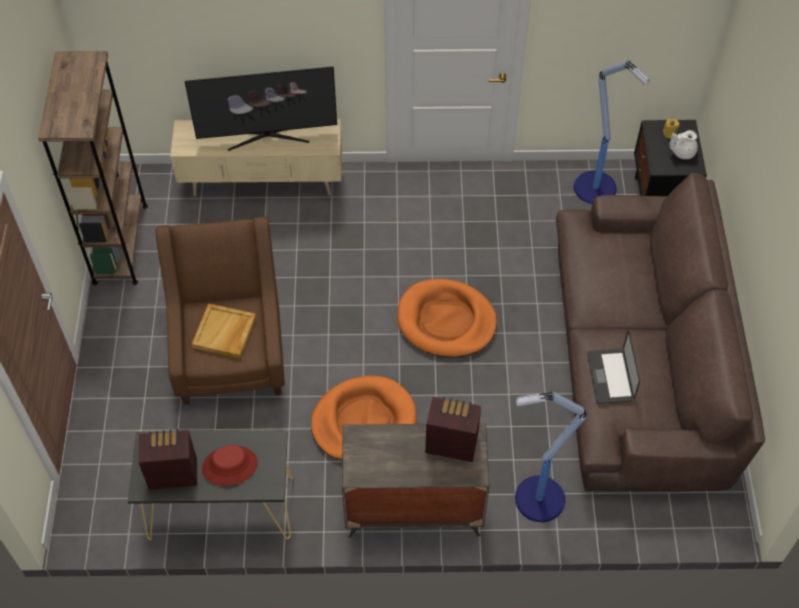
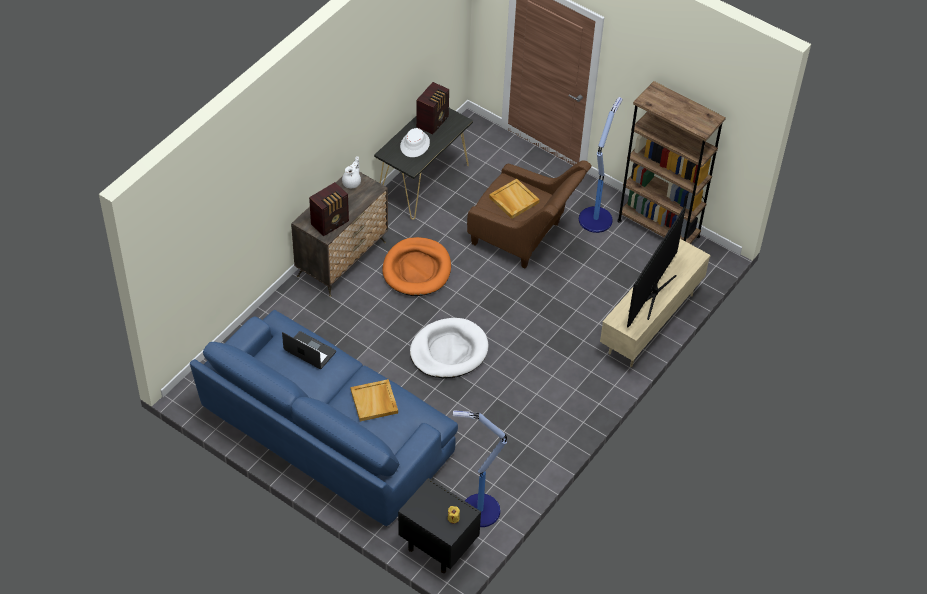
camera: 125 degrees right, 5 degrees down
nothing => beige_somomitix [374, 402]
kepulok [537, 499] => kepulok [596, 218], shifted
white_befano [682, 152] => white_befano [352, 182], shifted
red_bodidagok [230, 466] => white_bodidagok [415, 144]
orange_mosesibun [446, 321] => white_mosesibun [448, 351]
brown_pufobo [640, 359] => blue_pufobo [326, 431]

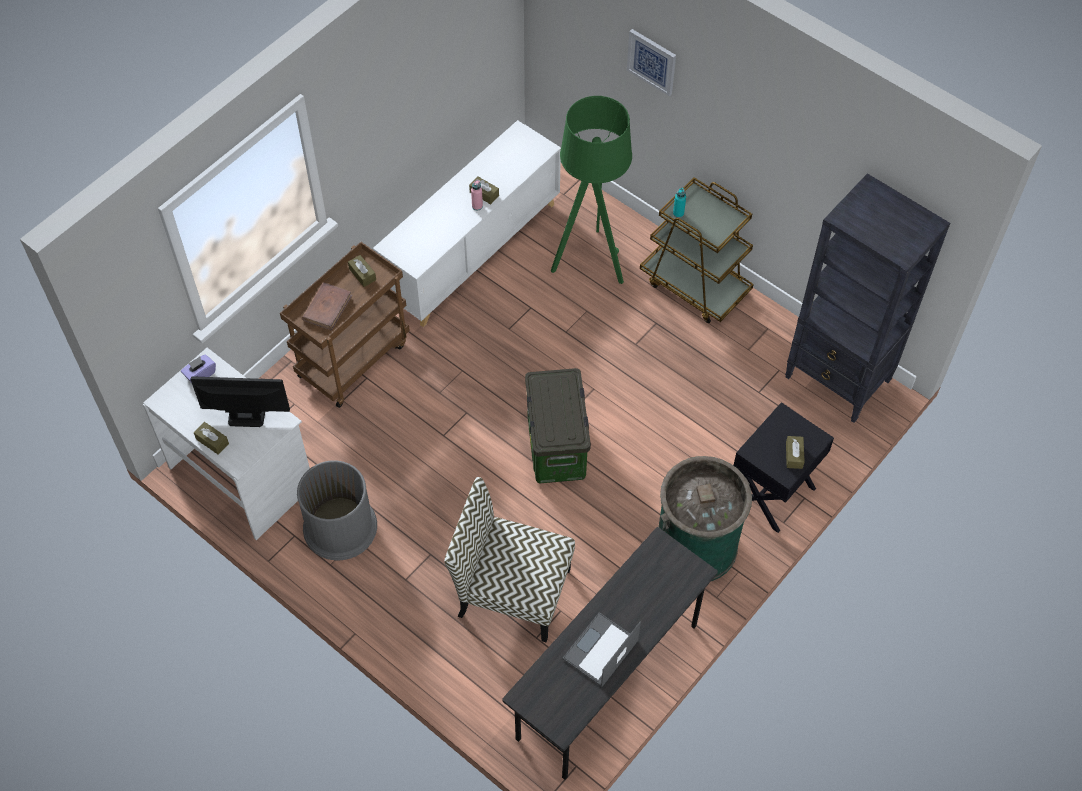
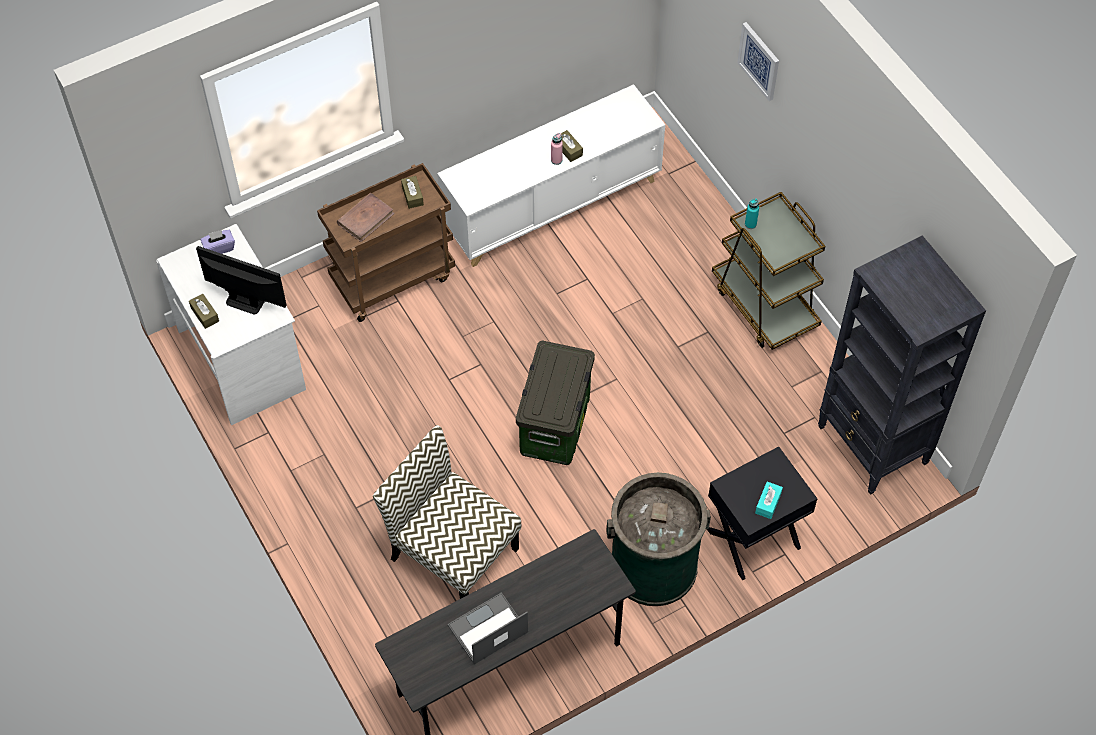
camera: 20 degrees right, 0 degrees up
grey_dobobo [340, 526] => nothing
green_kepulok [590, 261] => nothing
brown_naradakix [794, 455] => turquoise_naradakix [768, 503]

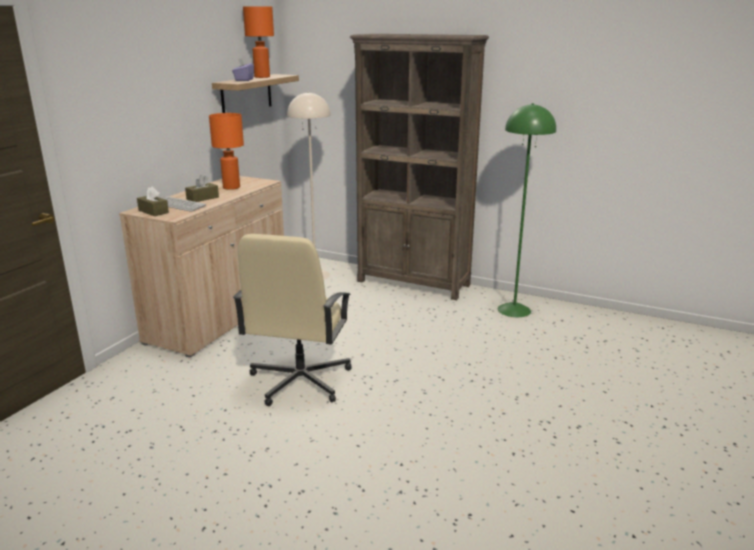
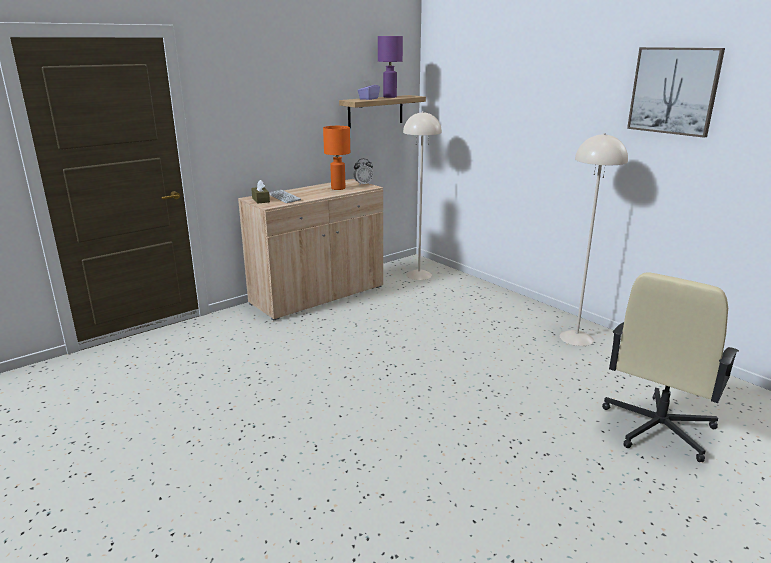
camera: 25 degrees right, 0 degrees up
brown_naradakix [202, 198] => nothing
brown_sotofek [414, 283] => nothing
nothing => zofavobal [363, 184]
nothing => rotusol [674, 91]
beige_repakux [299, 381] => beige_repakux [657, 428], shifted
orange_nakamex [262, 77] => purple_nakamex [390, 97]
green_kepulok [514, 310] => beige_kepulok [576, 338]

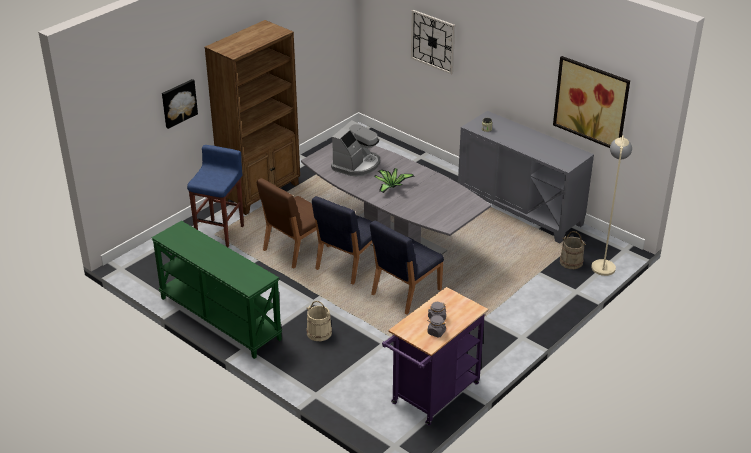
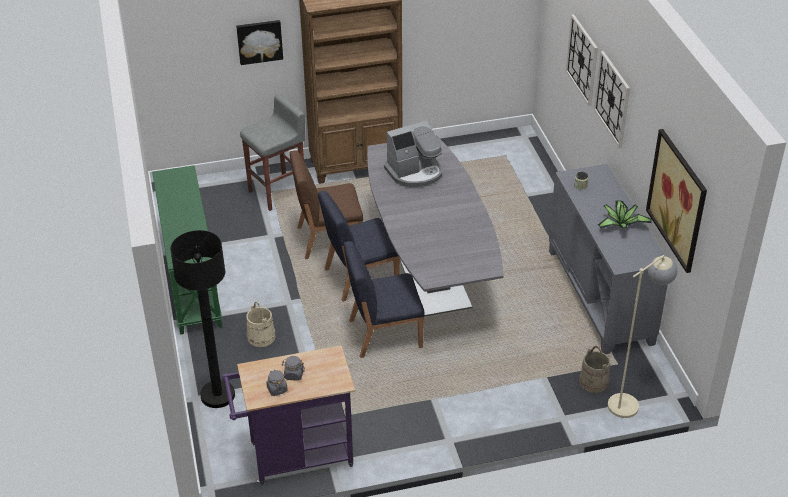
camera: 35 degrees right, 5 degrees up
nothing => black_kepulok [218, 395]
nothing => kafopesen [612, 99]
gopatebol [391, 186] => gopatebol [621, 224], shifted
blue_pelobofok [221, 233] => grey_pelobofok [278, 193]

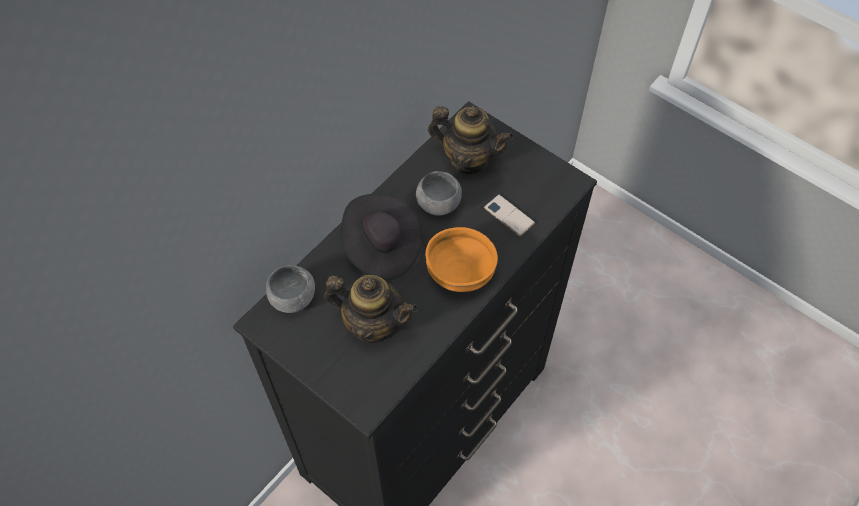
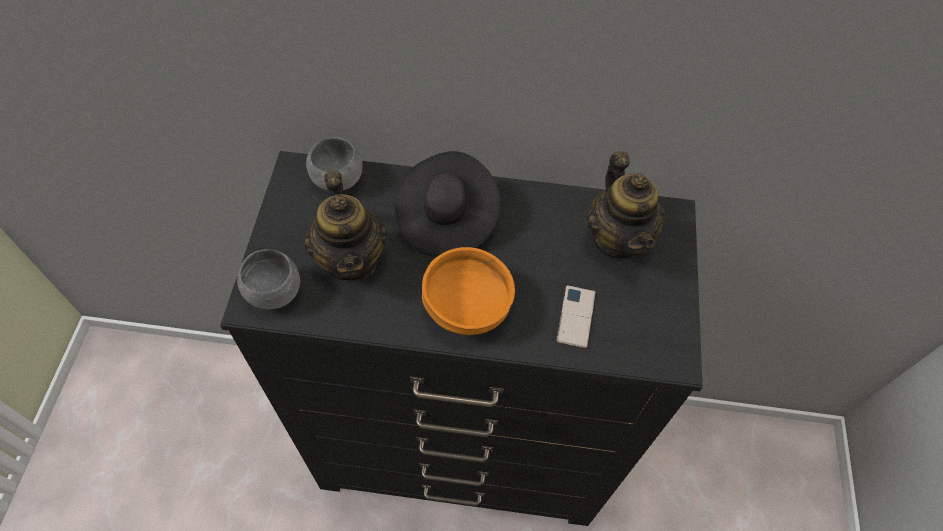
camera: 55 degrees right, 0 degrees up
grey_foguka [439, 204] => grey_foguka [274, 292], shifted

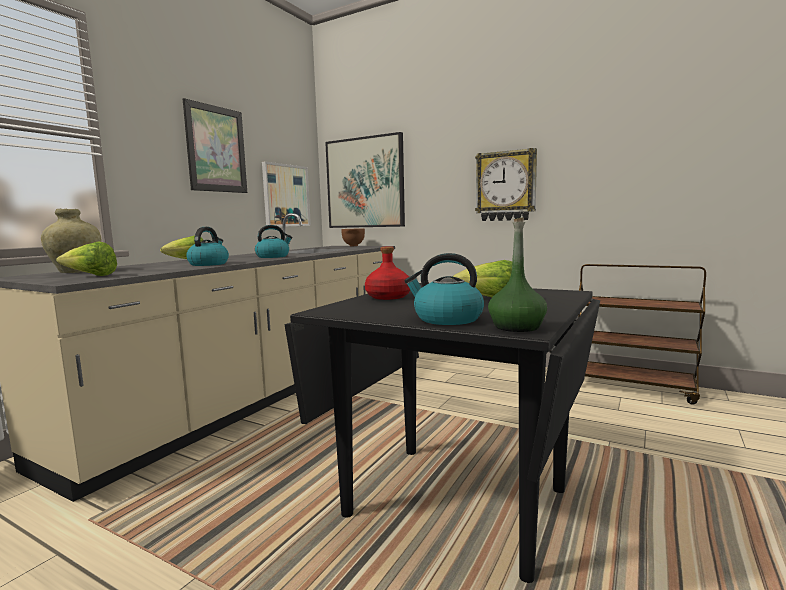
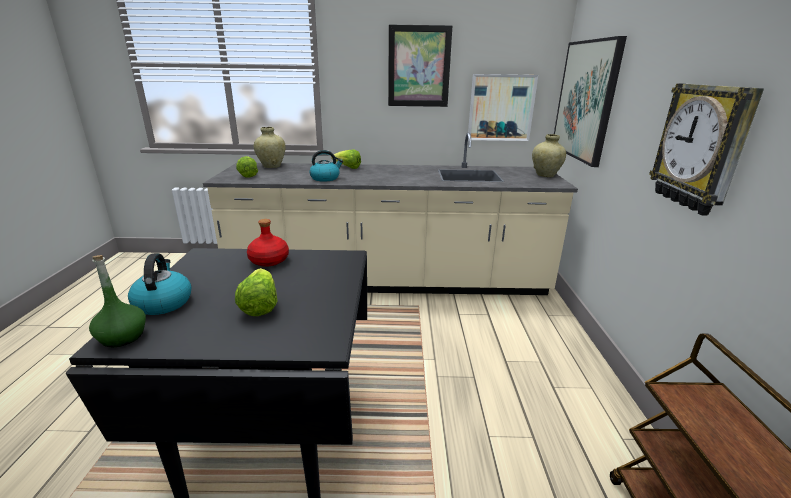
camera: 60 degrees right, 15 degrees up
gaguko [273, 256] => nothing
brown_foguka [353, 246] => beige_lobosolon [545, 175]

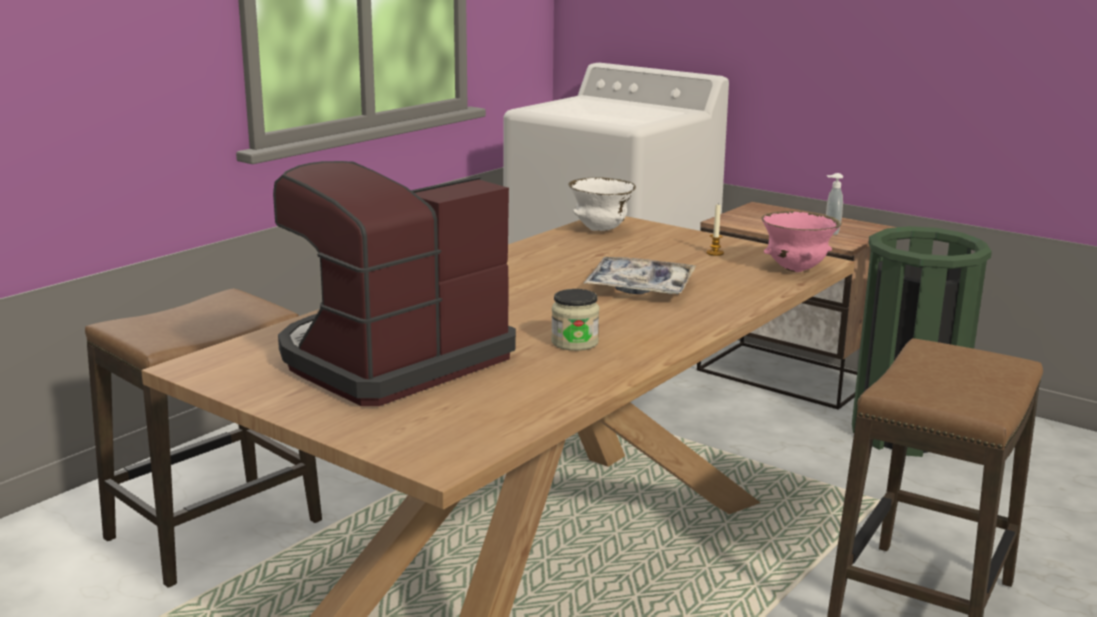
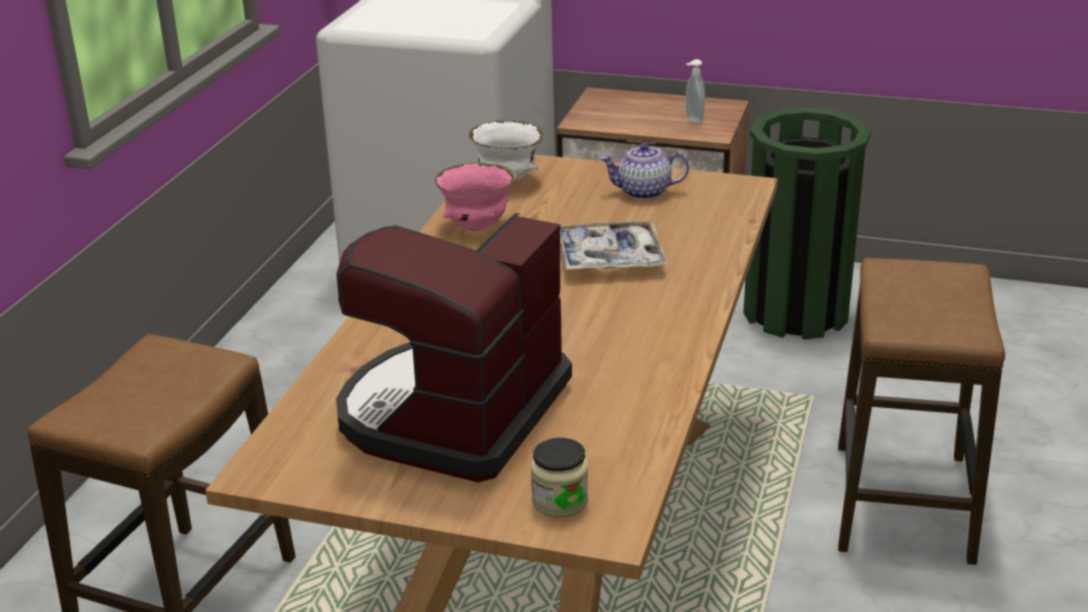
camera: 20 degrees left, 10 degrees up
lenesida [574, 342] => lenesida [560, 501], shifted
pink_foguka [796, 270] => pink_foguka [477, 227], shifted
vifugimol [715, 253] => befano [643, 192]

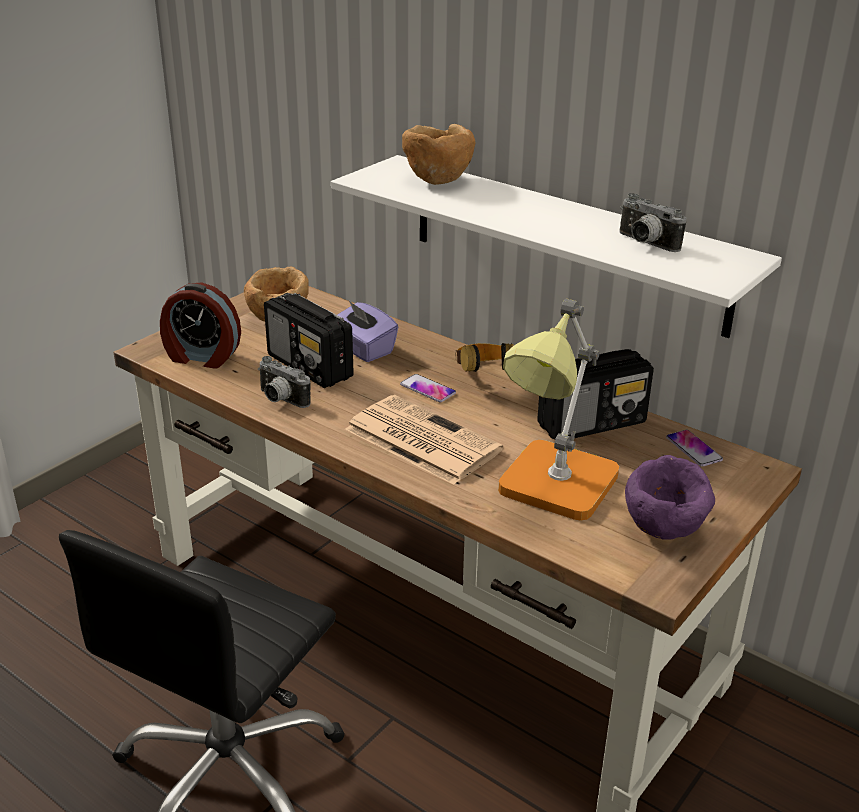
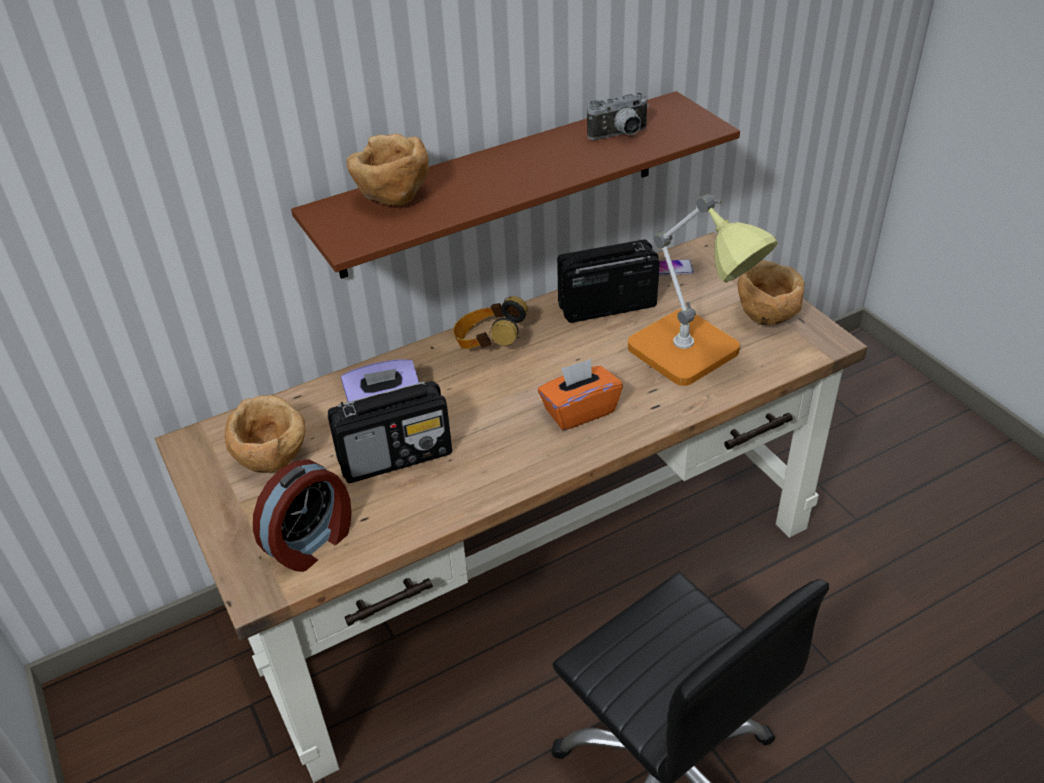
camera: 65 degrees left, 10 degrees up
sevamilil [280, 400] => nothing
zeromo [427, 389] => nothing
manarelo [420, 439] => orange_naradakix [579, 411]
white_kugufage [565, 243] => brown_kugufage [500, 185]
purple_foguka [664, 531] => brown_foguka [766, 317]
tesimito [592, 423] => tesimito [606, 306], 105 degrees counterclockwise

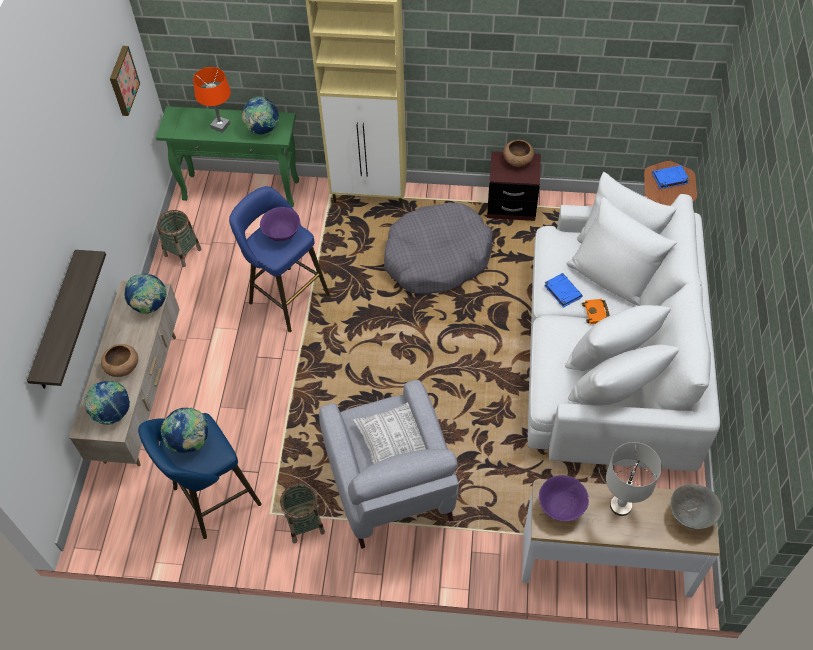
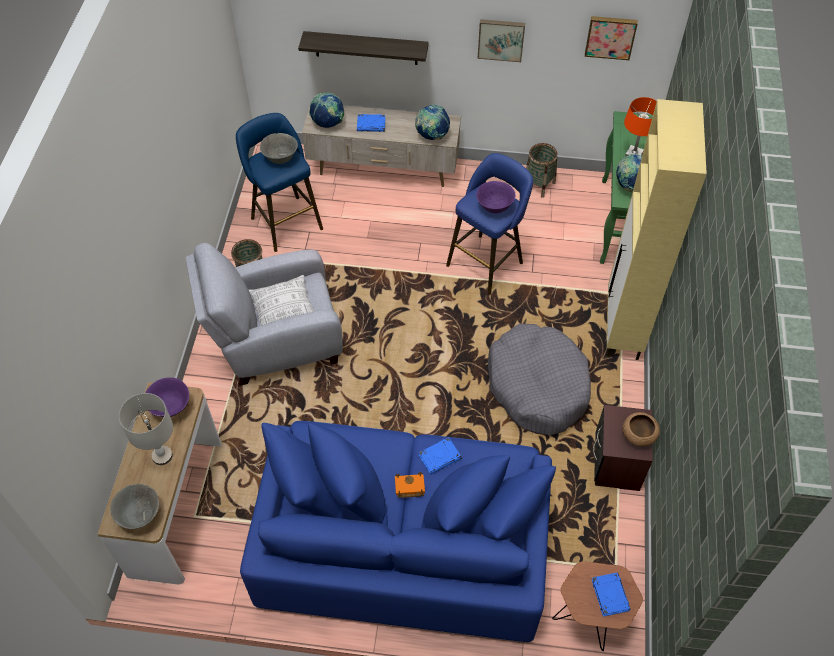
camera: 90 degrees right, 0 degrees up
nothing => rotusol [501, 39]
brown_foguka [122, 367] => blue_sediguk [371, 125]
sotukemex [190, 442] => grey_foguka [280, 158]
white_pufobo [610, 358] => blue_pufobo [402, 542]

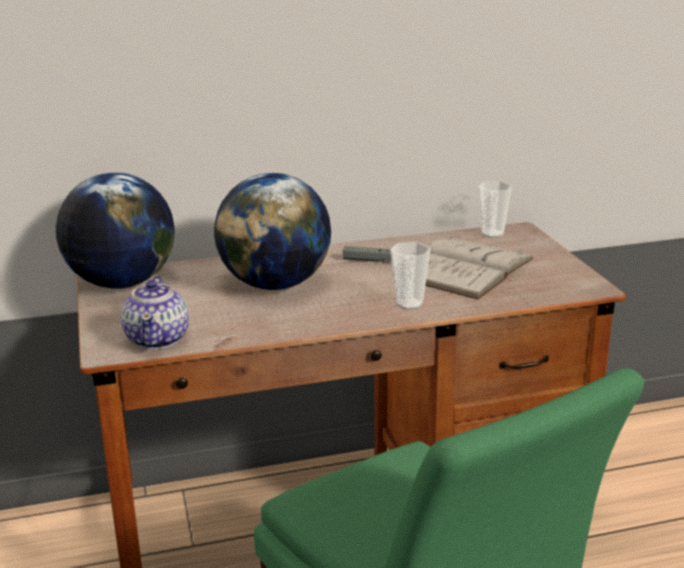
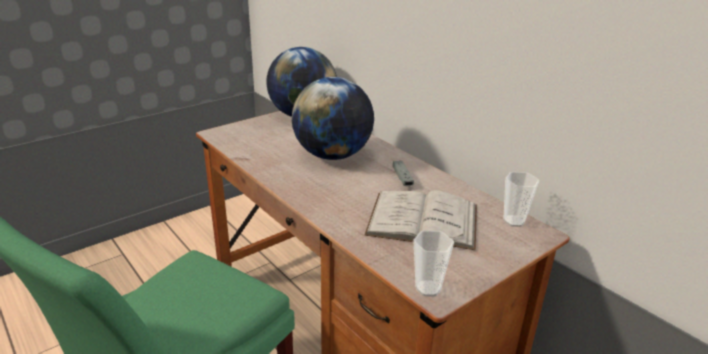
camera: 65 degrees right, 5 degrees up
befano [158, 339] => nothing
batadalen [409, 304] => batadalen [428, 288], shifted

